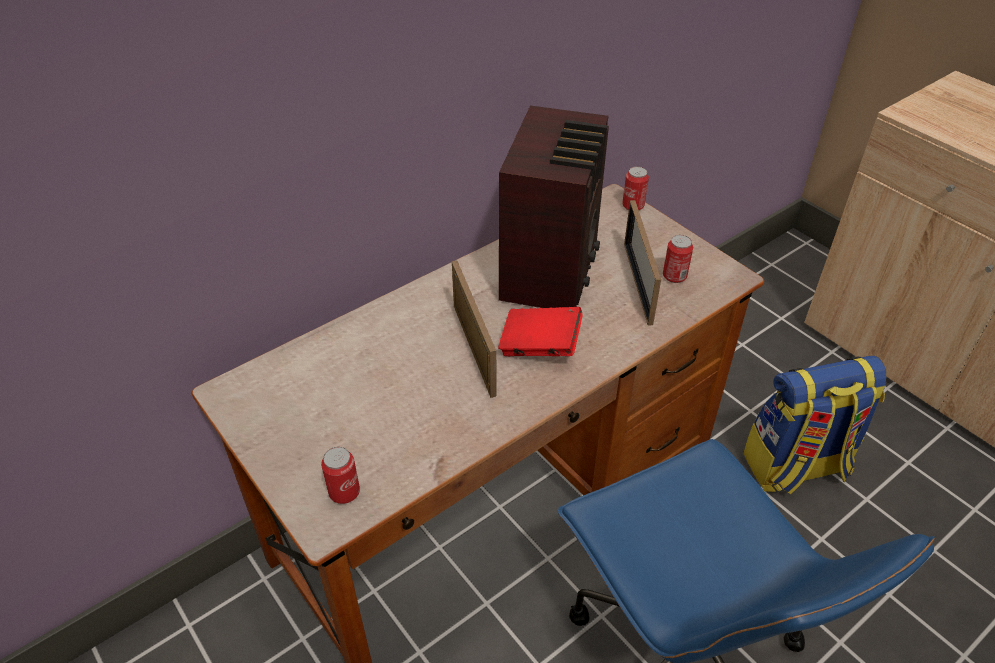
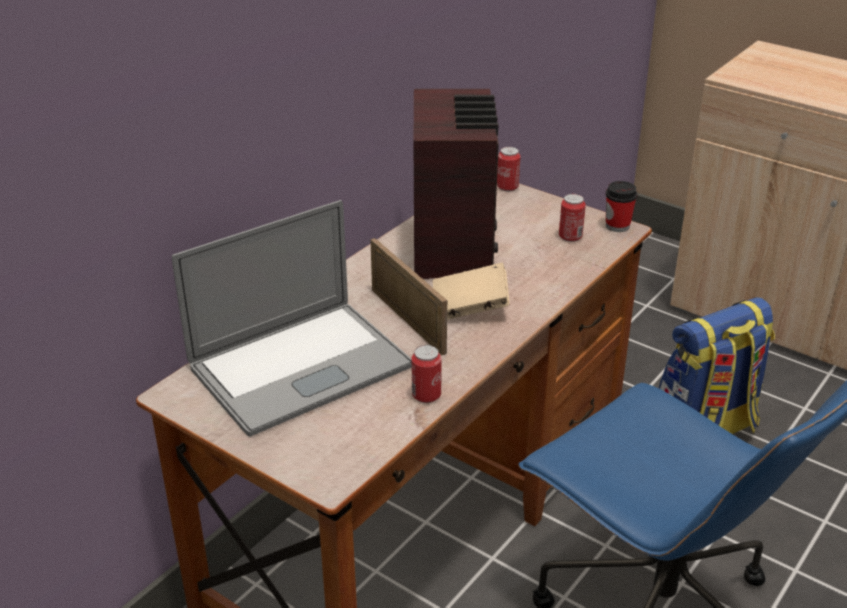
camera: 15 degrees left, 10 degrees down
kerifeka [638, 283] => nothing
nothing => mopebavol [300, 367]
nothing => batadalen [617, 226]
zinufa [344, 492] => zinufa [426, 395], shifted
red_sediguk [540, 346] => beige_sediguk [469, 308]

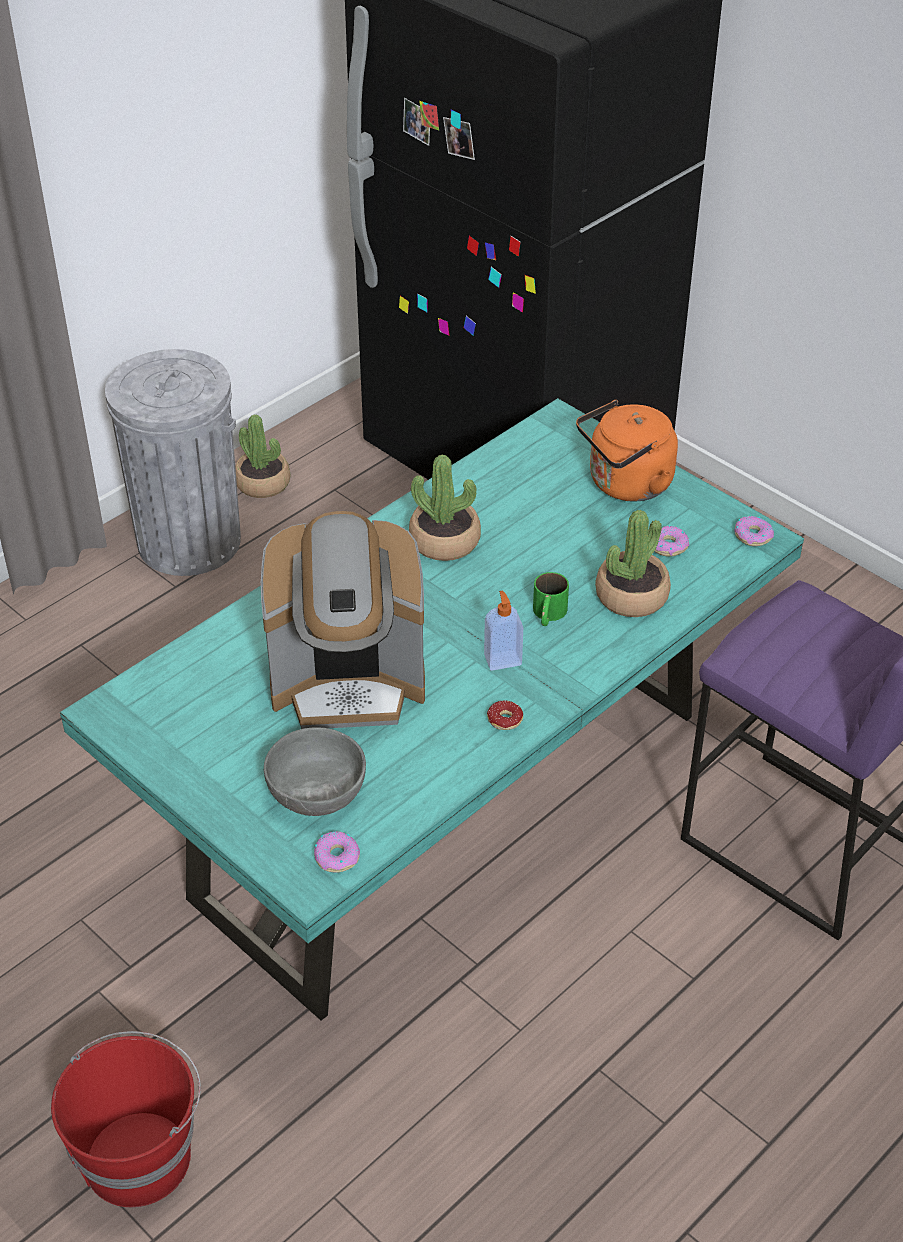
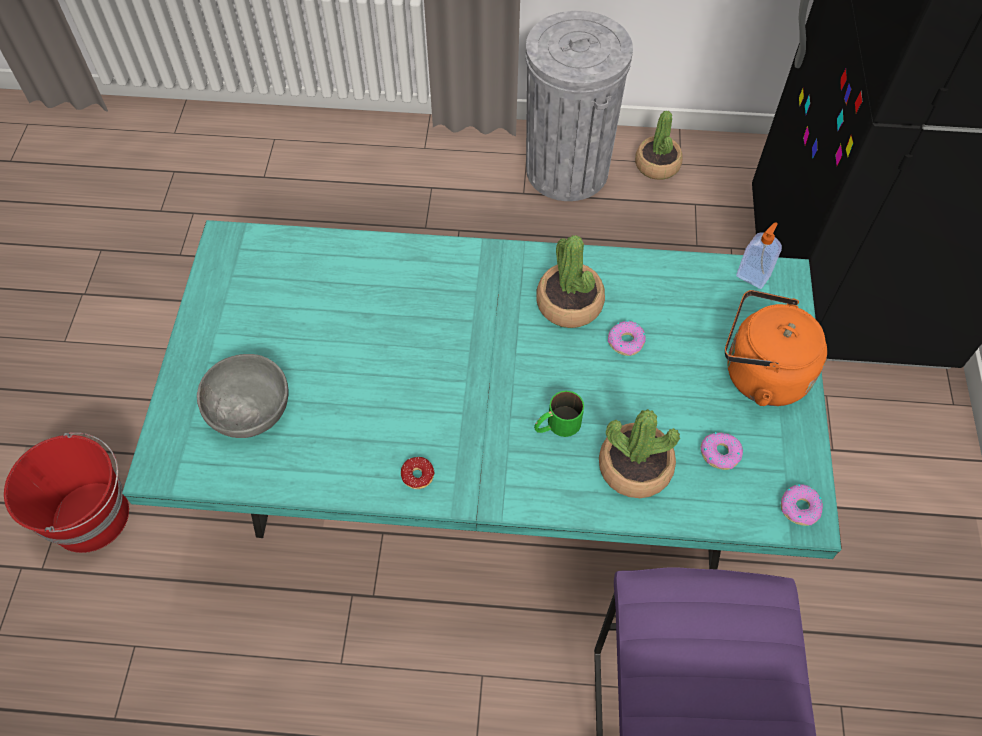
camera: 50 degrees right, 15 degrees up
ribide [348, 682] => nothing
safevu [337, 856] => safevu [626, 341], shifted
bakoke [502, 659] => bakoke [753, 275], shifted

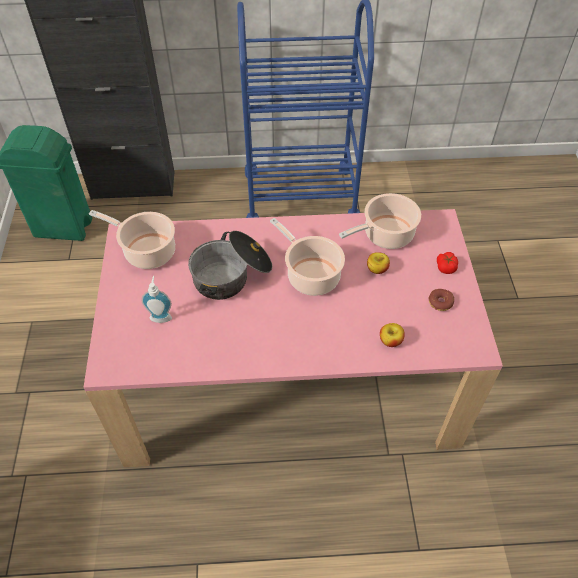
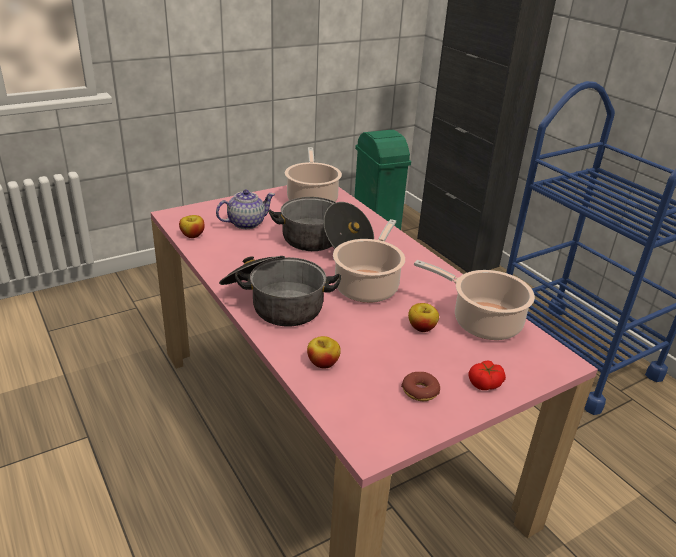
camera: 60 degrees right, 20 degrees down
nothing => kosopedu [192, 235]
nothing => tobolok [275, 303]
bakoke [161, 316] => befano [246, 223]

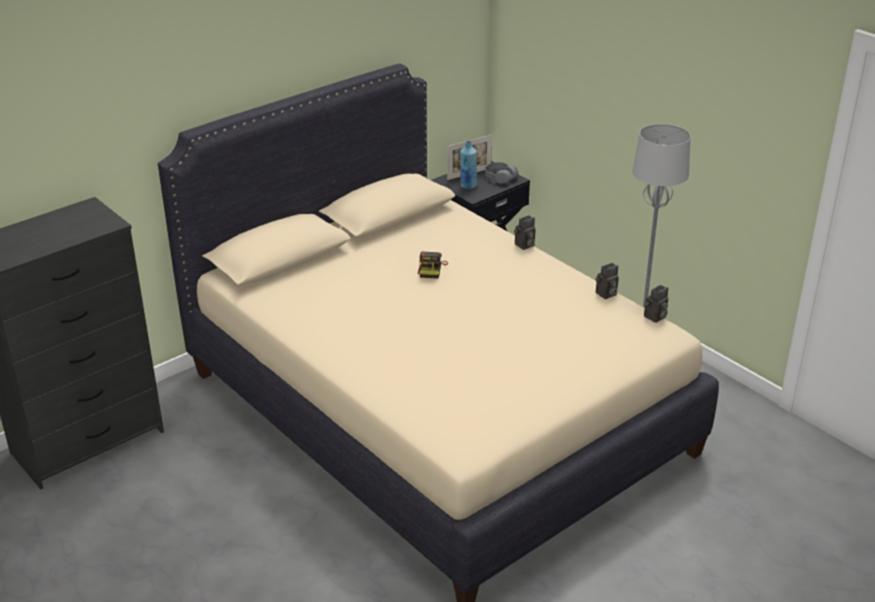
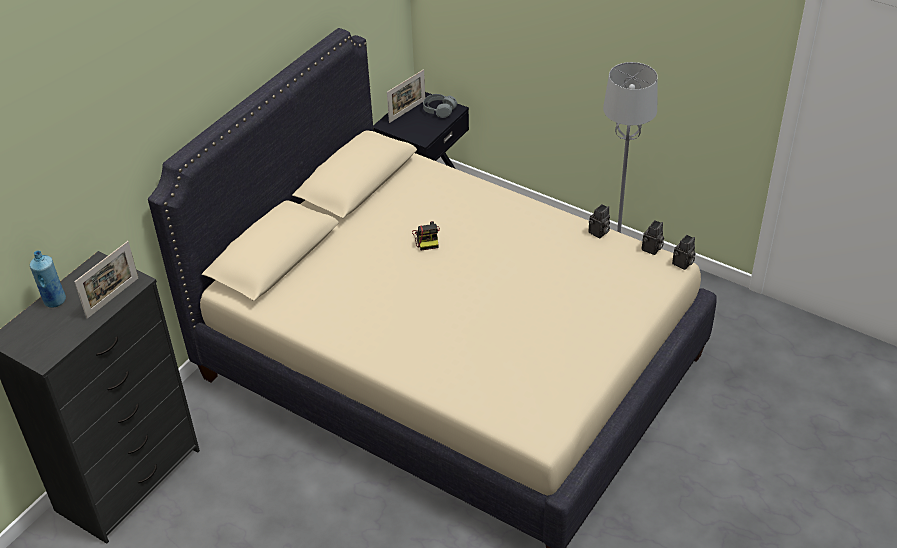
camera: 15 degrees left, 10 degrees up
nothing => kerifeka [112, 298]
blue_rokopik [468, 186] => blue_rokopik [54, 301], shifted
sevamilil [524, 245] => sevamilil [683, 264], shifted

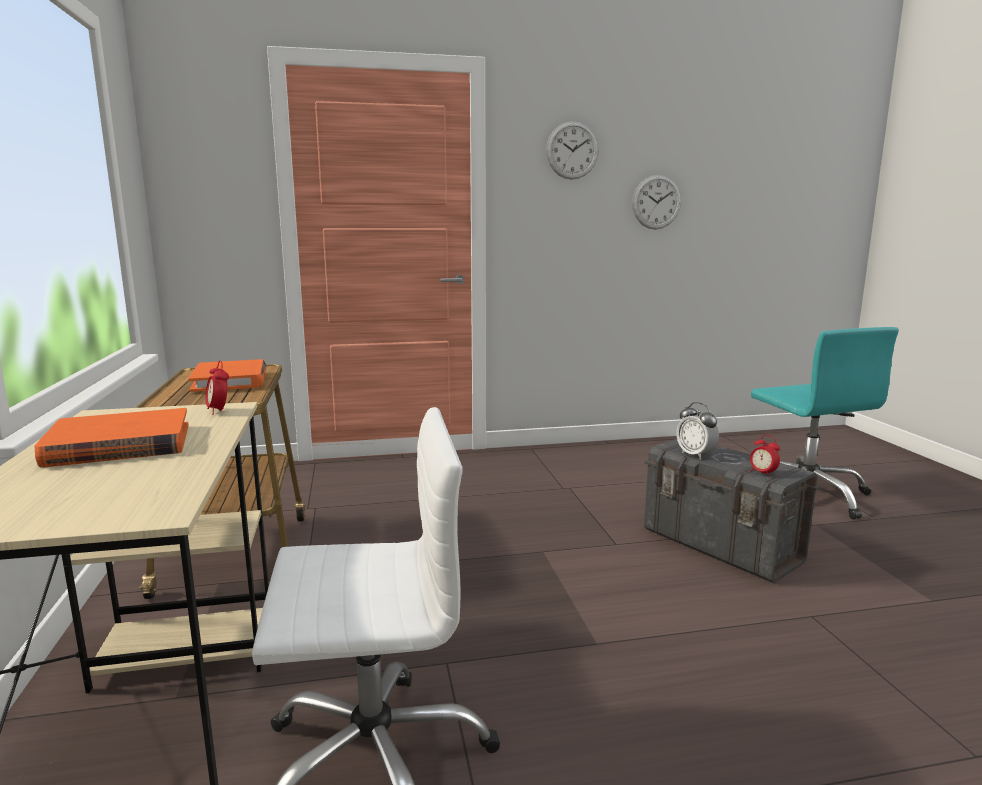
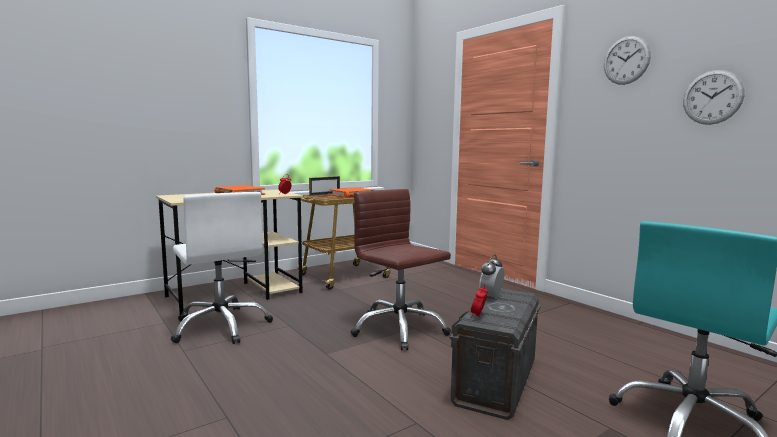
camera: 65 degrees right, 5 degrees down
nothing => kerifeka [325, 194]
nothing => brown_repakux [399, 329]

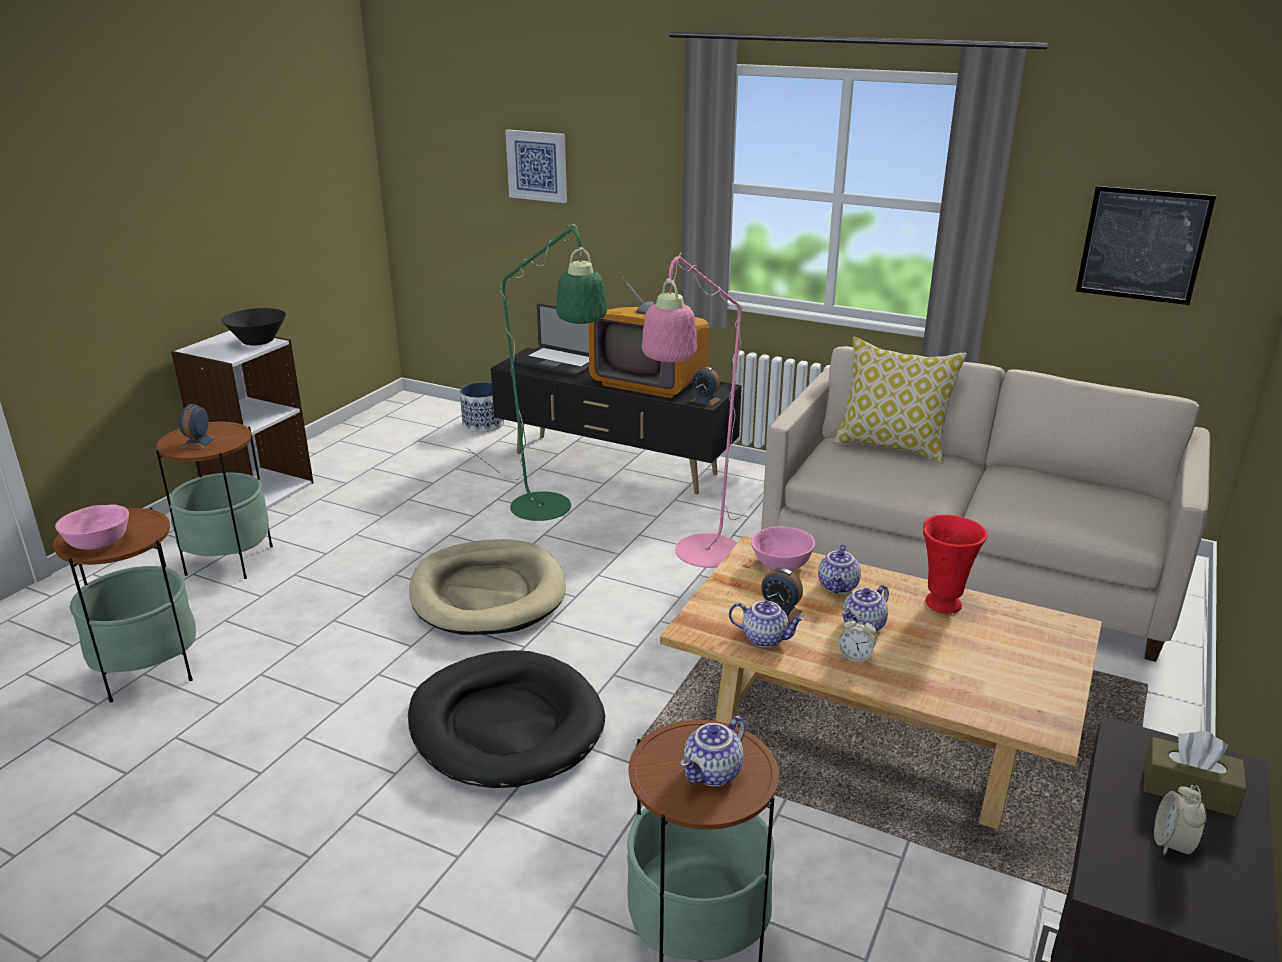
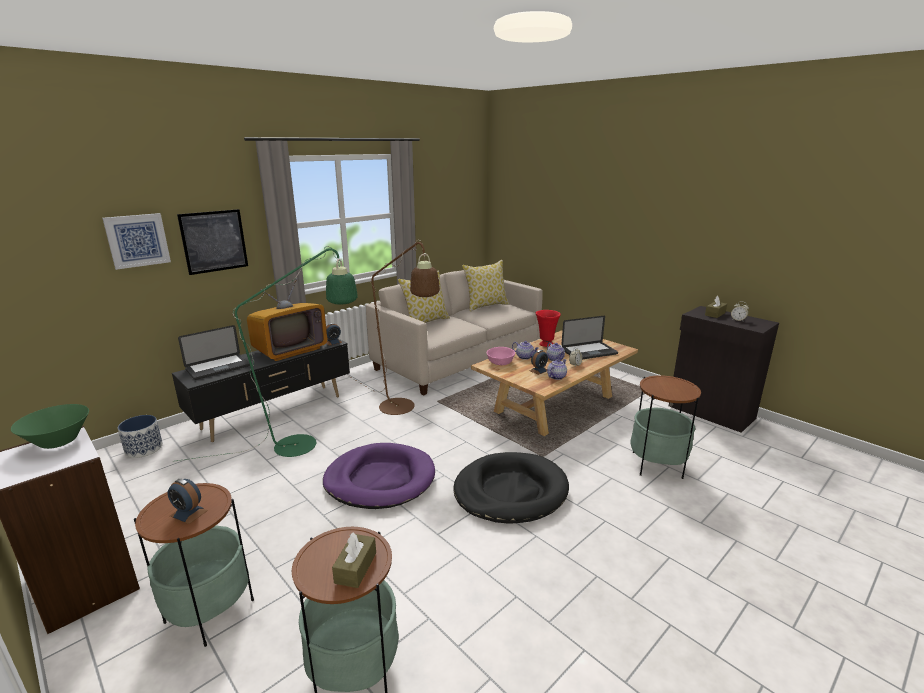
camera: 70 degrees left, 5 degrees down
befano [713, 774] => nothing
nothing => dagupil [486, 306]
nothing => mopebavol [589, 352]
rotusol [1142, 245] => rotusol [214, 241], shifted
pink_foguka [98, 542] => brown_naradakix [355, 567]
black_foguka [258, 341] => green_foguka [59, 441]
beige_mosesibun [488, 593] => purple_mosesibun [380, 479]
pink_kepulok [701, 559] => brown_kepulok [402, 409]

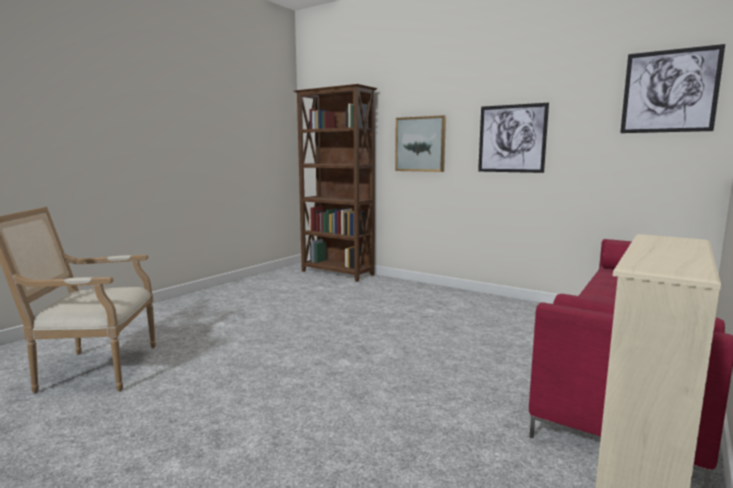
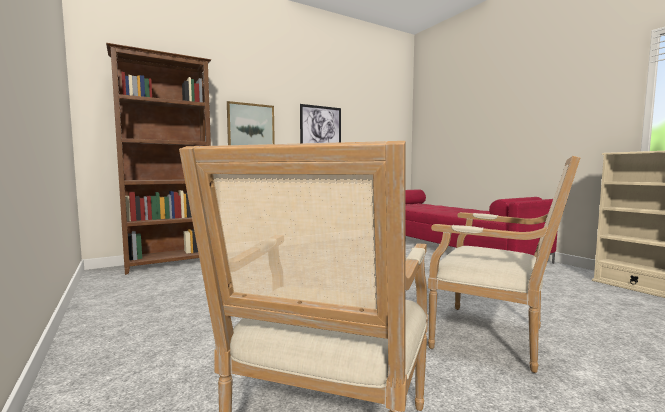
camera: 65 degrees left, 5 degrees down
rotusol [669, 91] => nothing
nothing => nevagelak [495, 338]

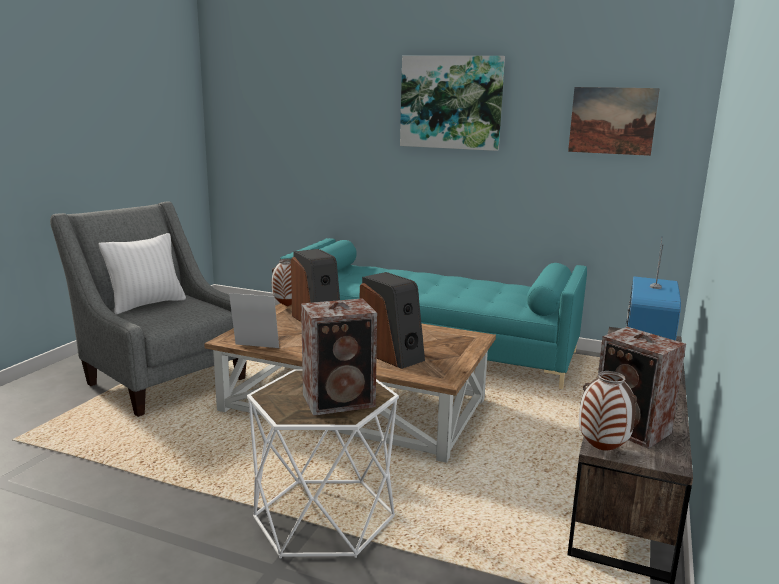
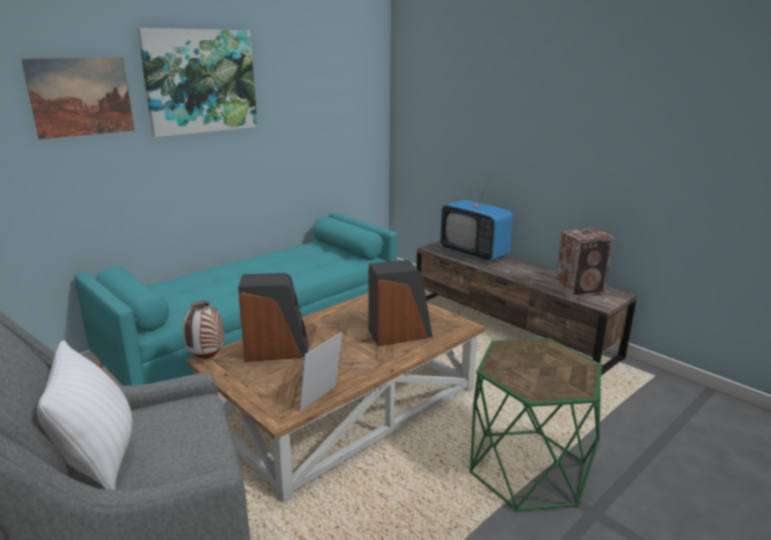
camera: 65 degrees left, 5 degrees up
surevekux [341, 401] => nothing
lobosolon [603, 450] => nothing
rotusol [612, 121] => rotusol [81, 97], shifted
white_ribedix [324, 518] => green_ribedix [528, 469]

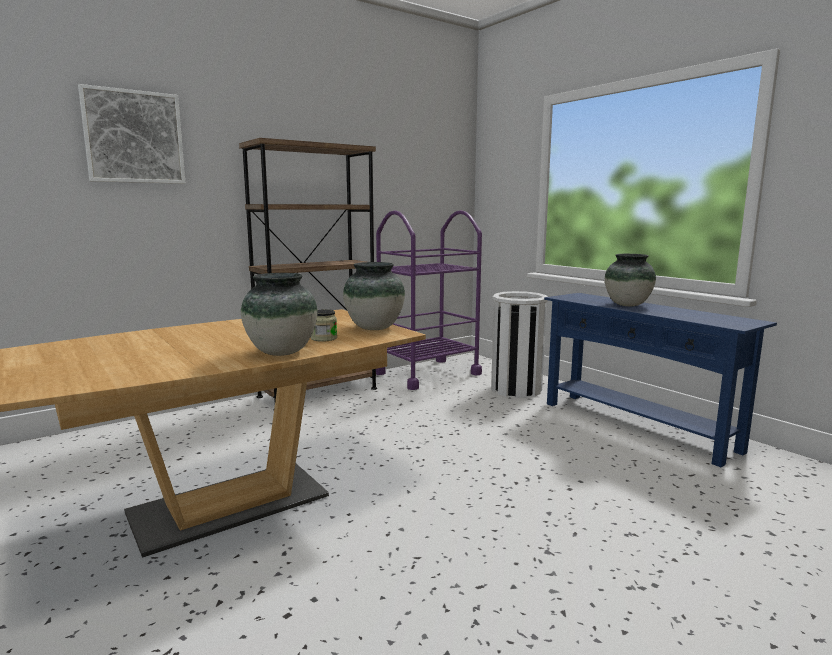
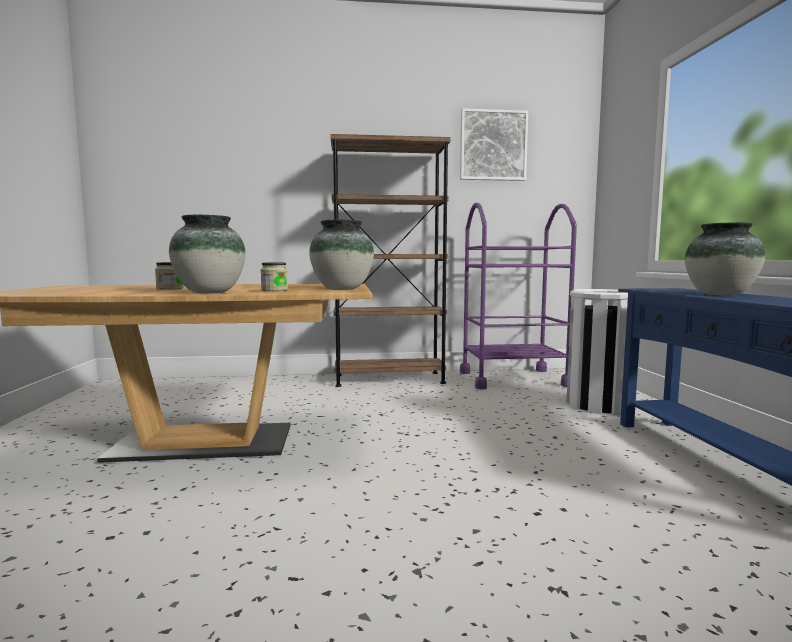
camera: 30 degrees right, 5 degrees down
nothing => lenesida [169, 289]
rotusol [134, 137] => rotusol [493, 146], shifted

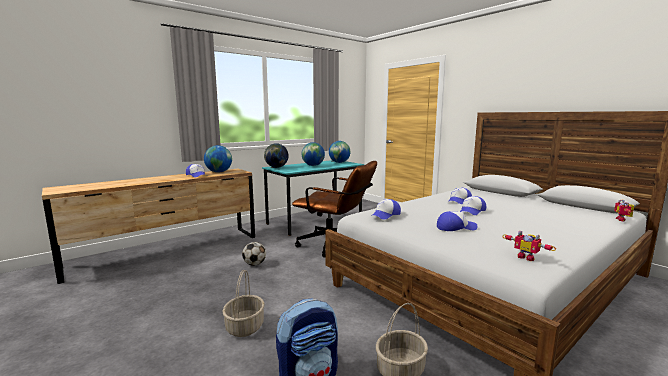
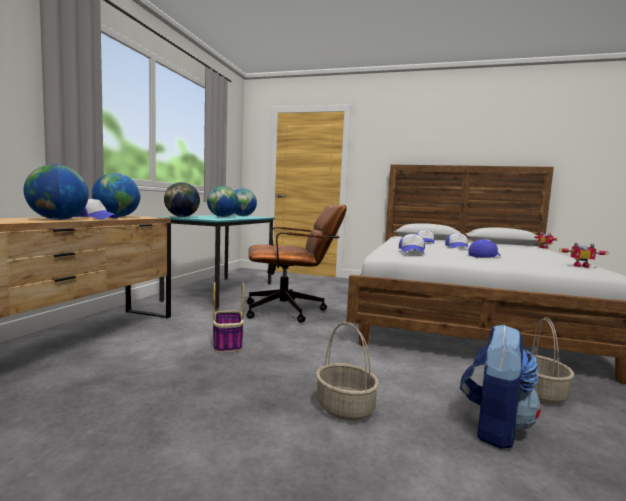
camera: 35 degrees left, 5 degrees down
nothing => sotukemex [58, 219]
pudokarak [254, 264] => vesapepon [228, 344]

